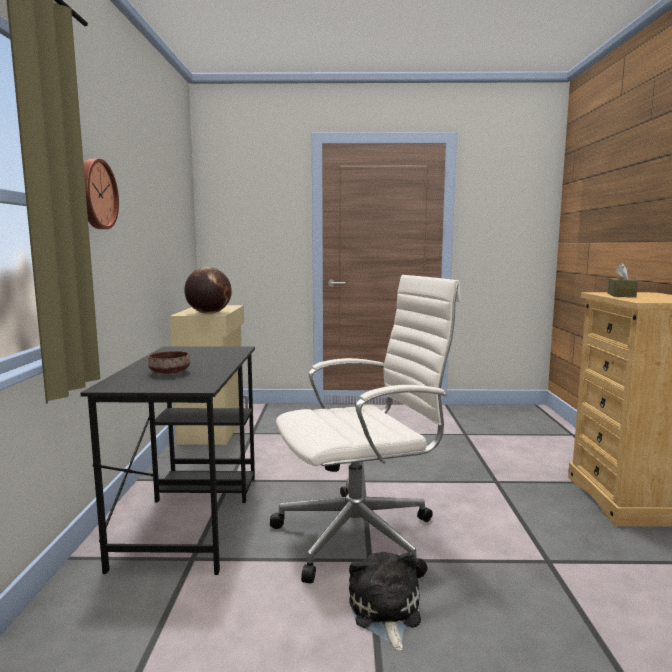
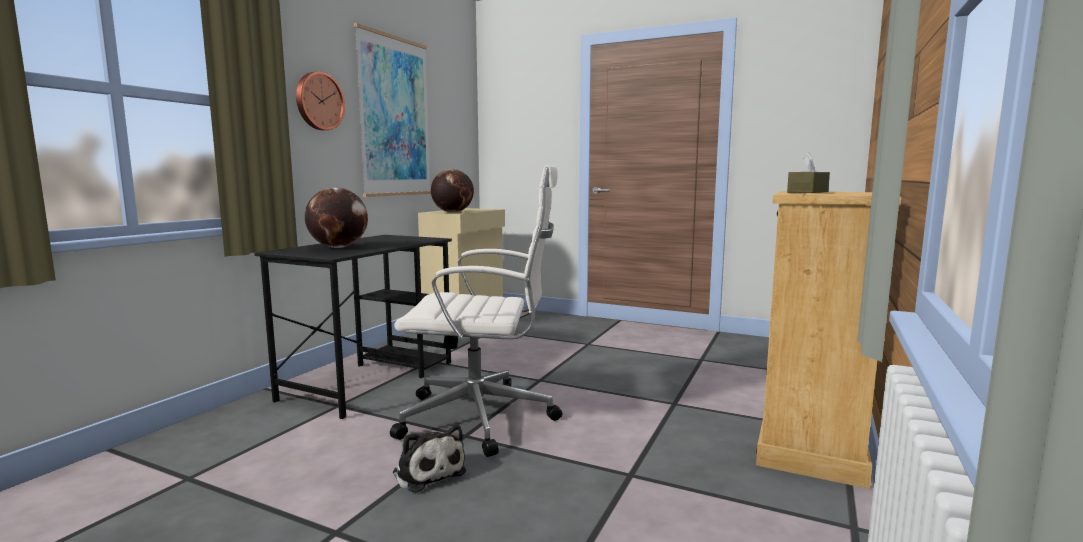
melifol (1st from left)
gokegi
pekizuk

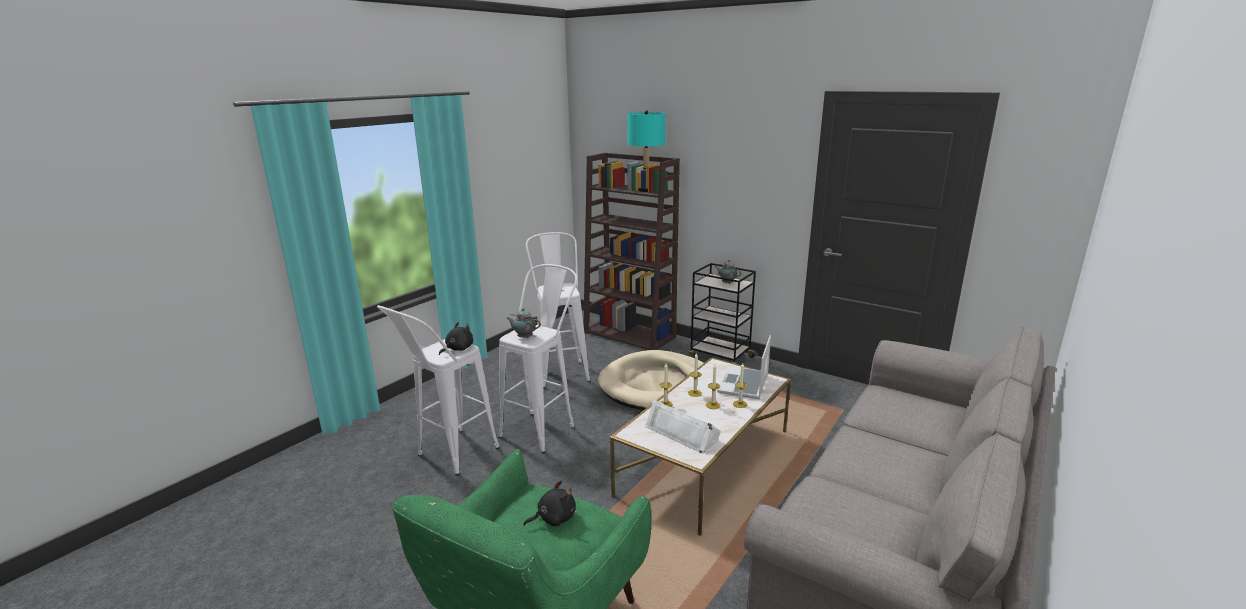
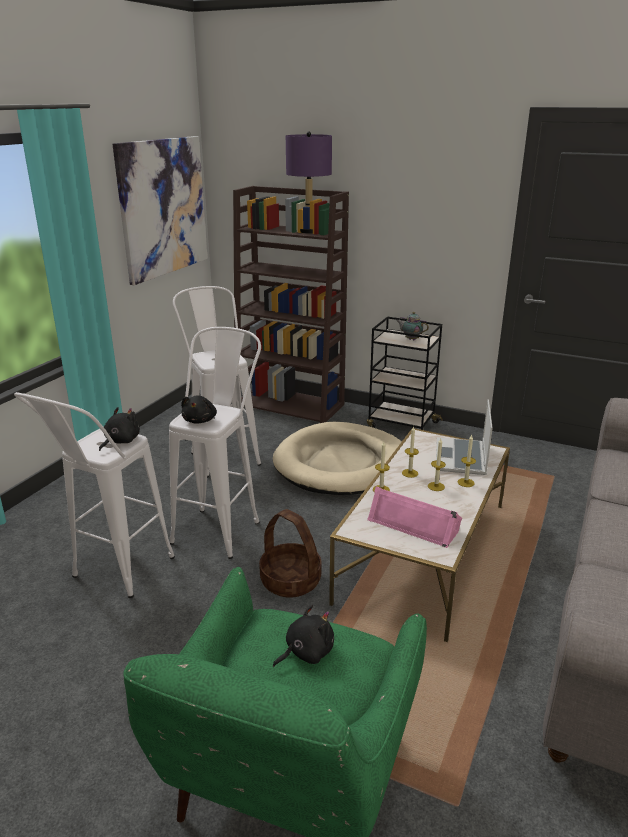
gokegi (black) (2nd from left)
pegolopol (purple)
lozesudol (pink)
pekizuk
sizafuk

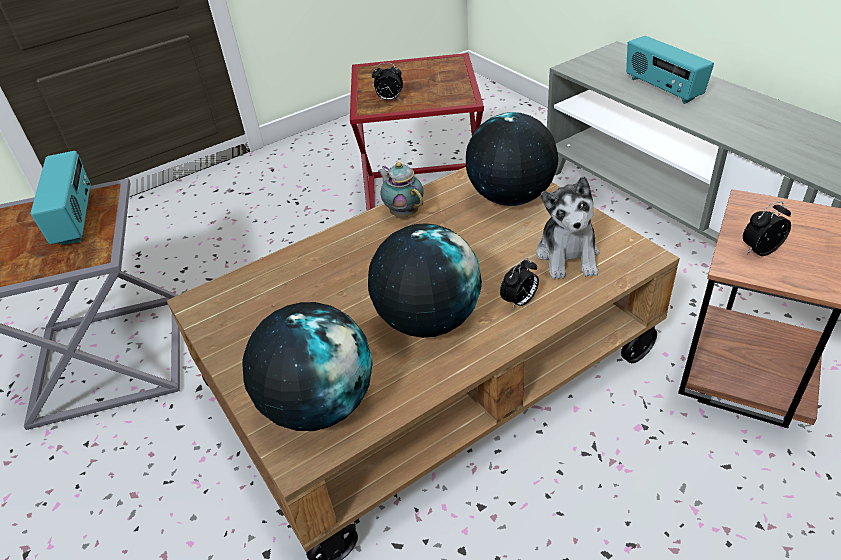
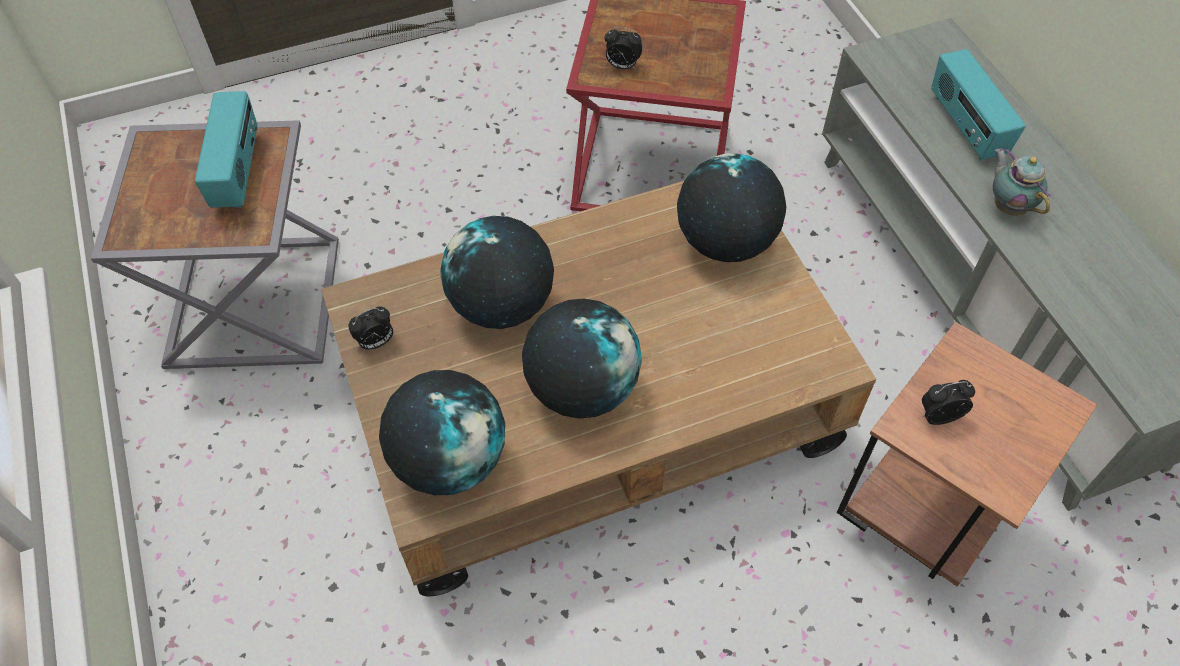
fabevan
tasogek (1st from left)
gokegi
melifol (2nd from left)

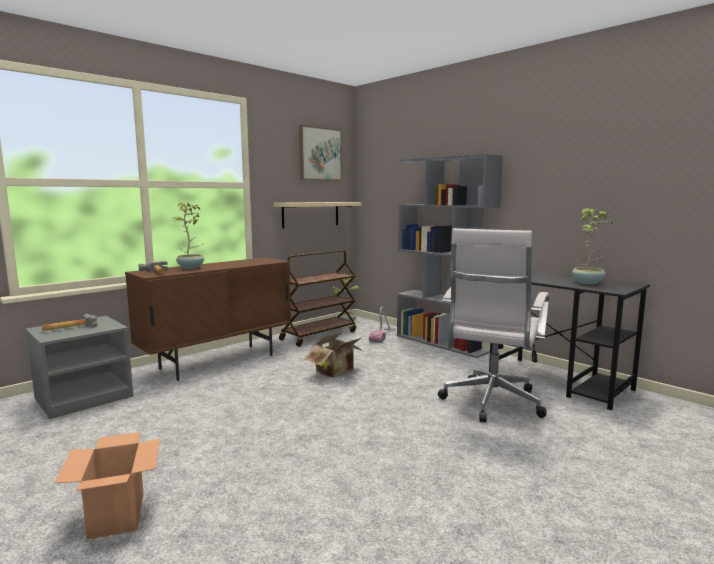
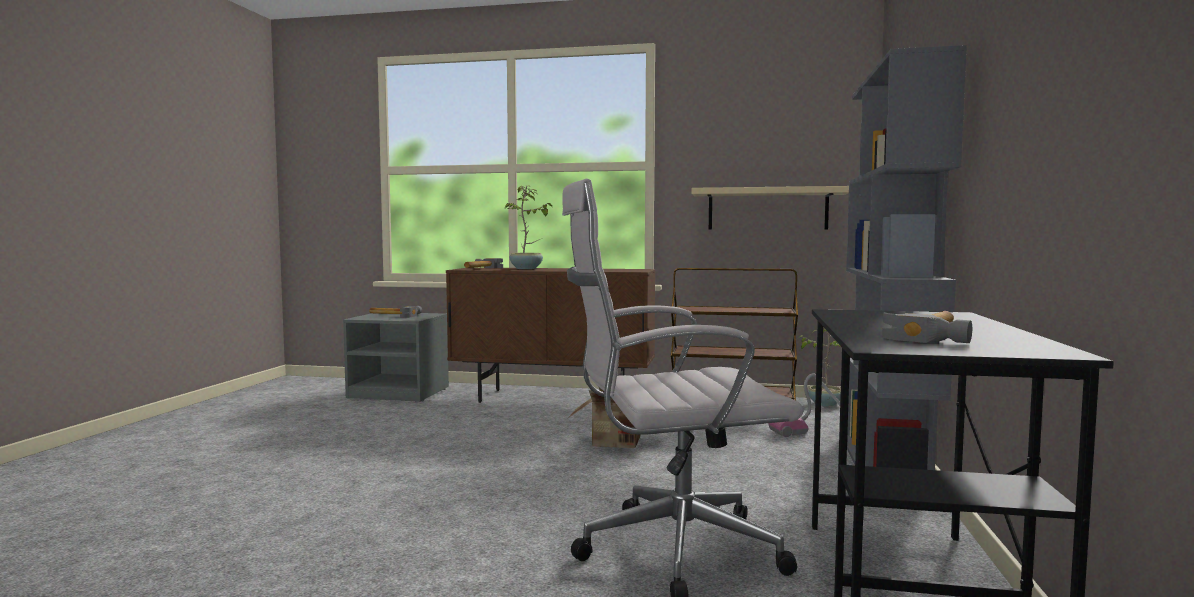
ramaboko (1st from left in the first image)
pekizuk
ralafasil (3rd from left)

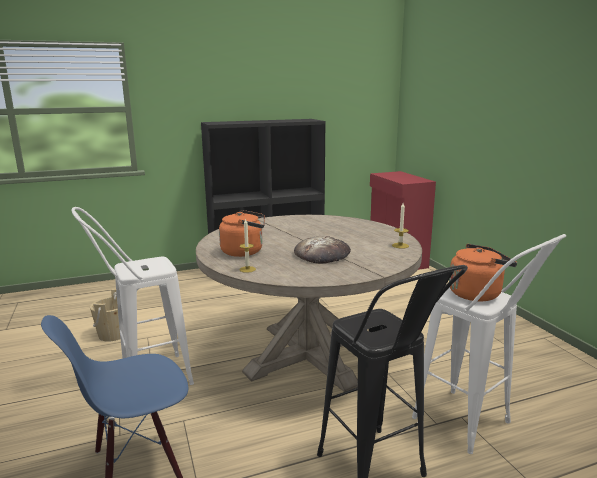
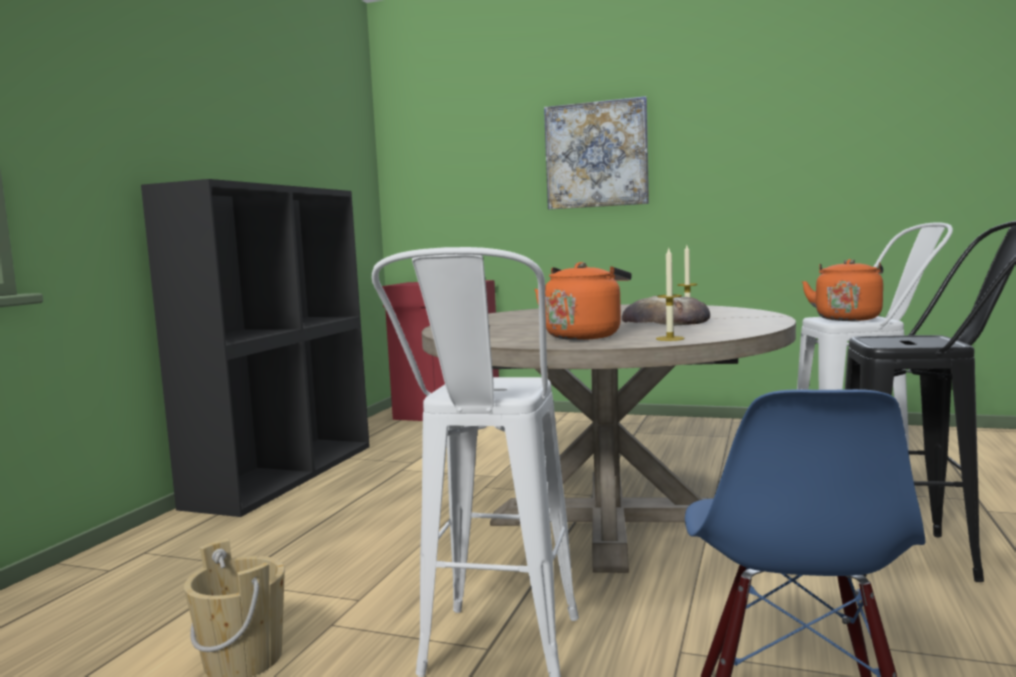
pekizuk

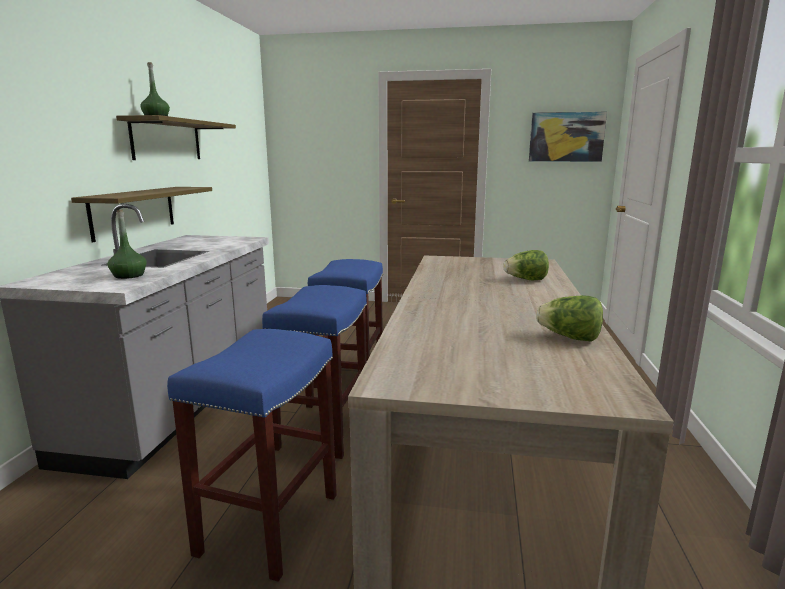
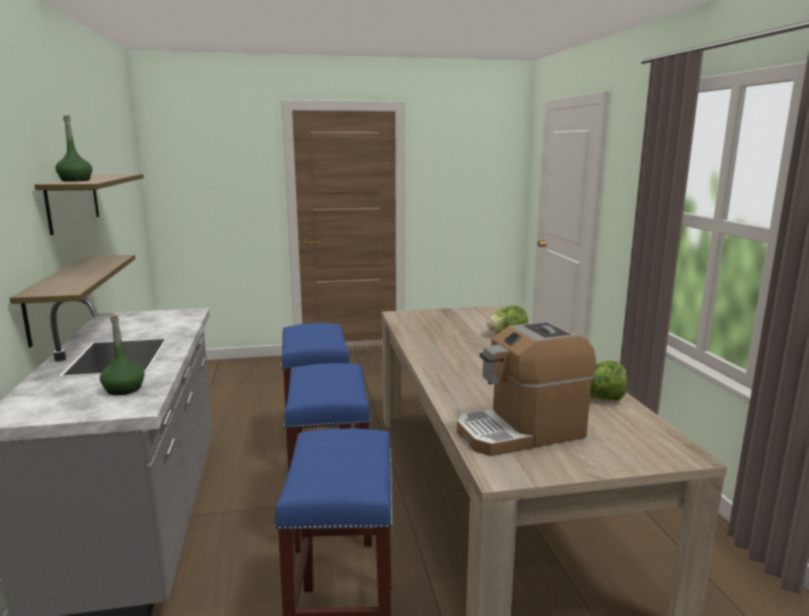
pekizuk
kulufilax

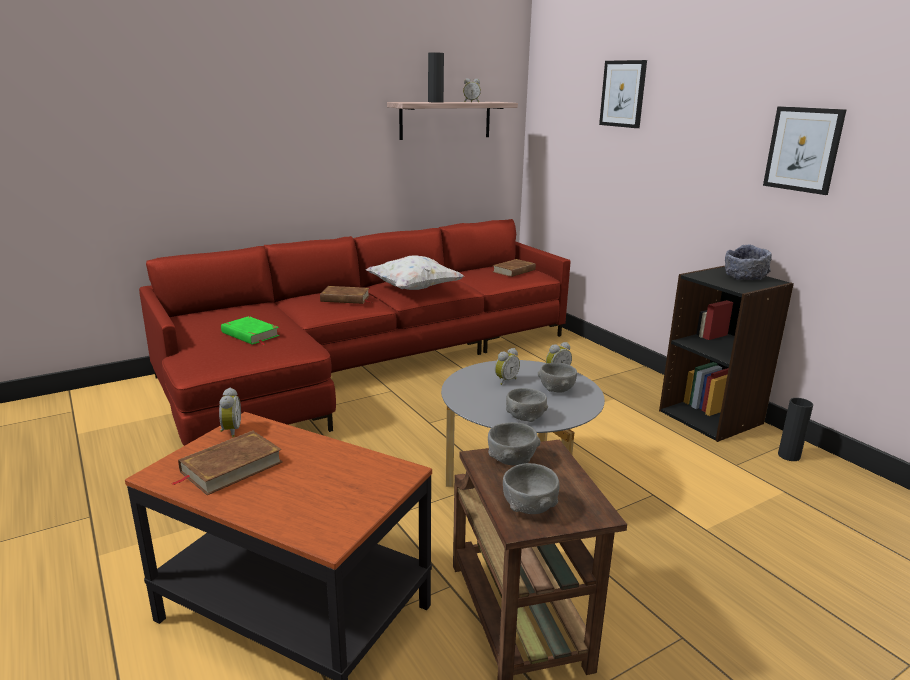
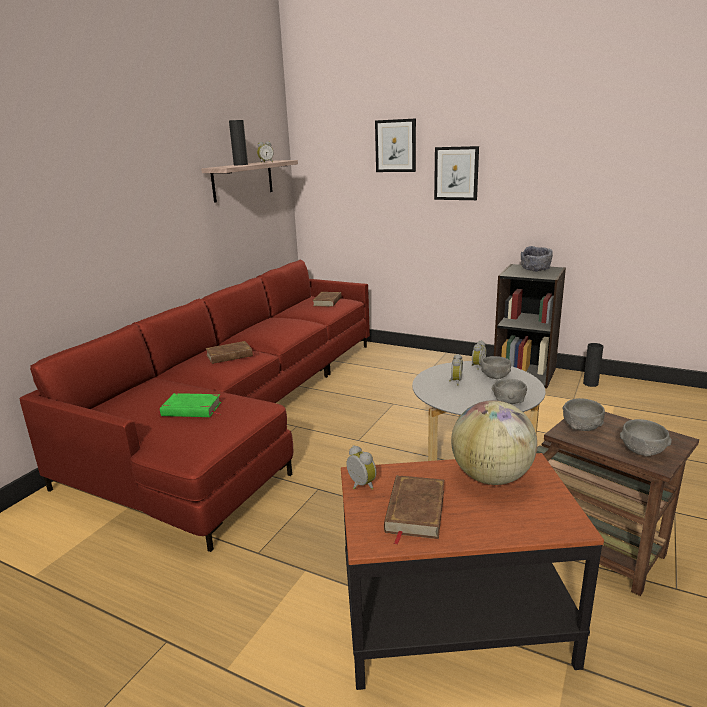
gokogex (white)
pekizuk (2nd from left)
melifol

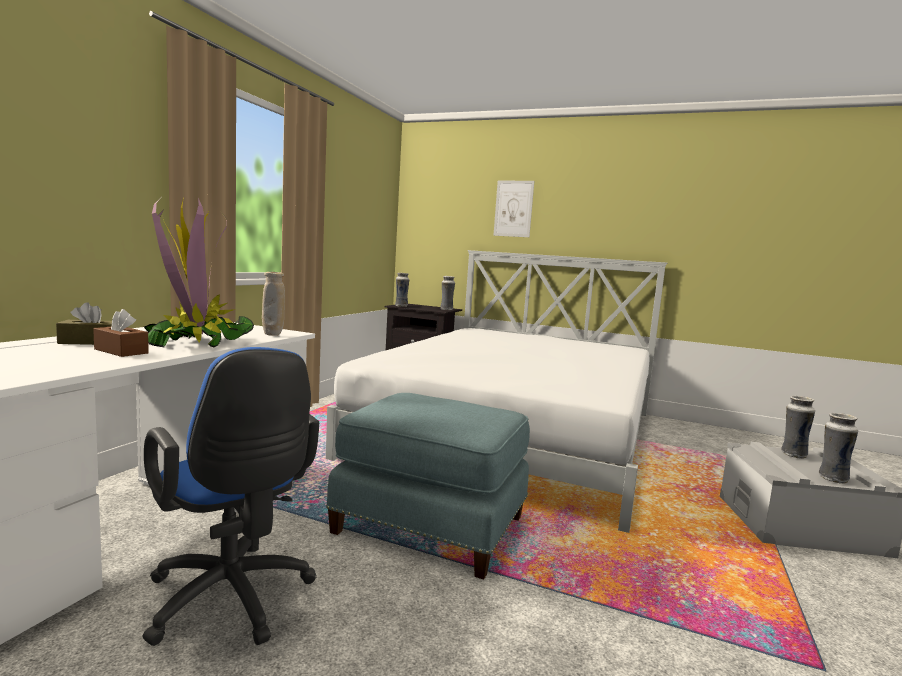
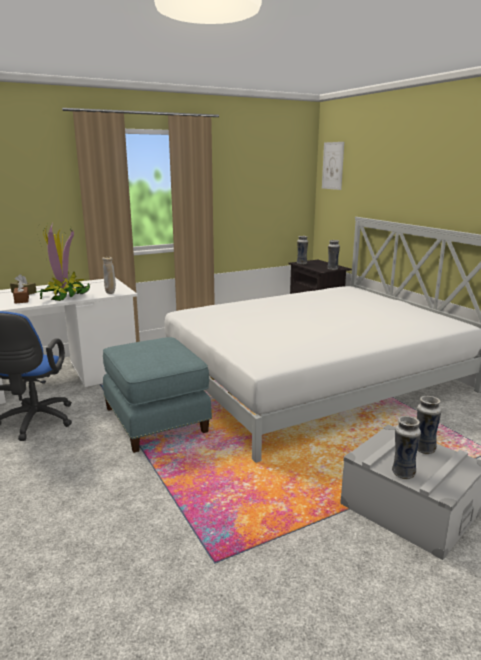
pekizuk

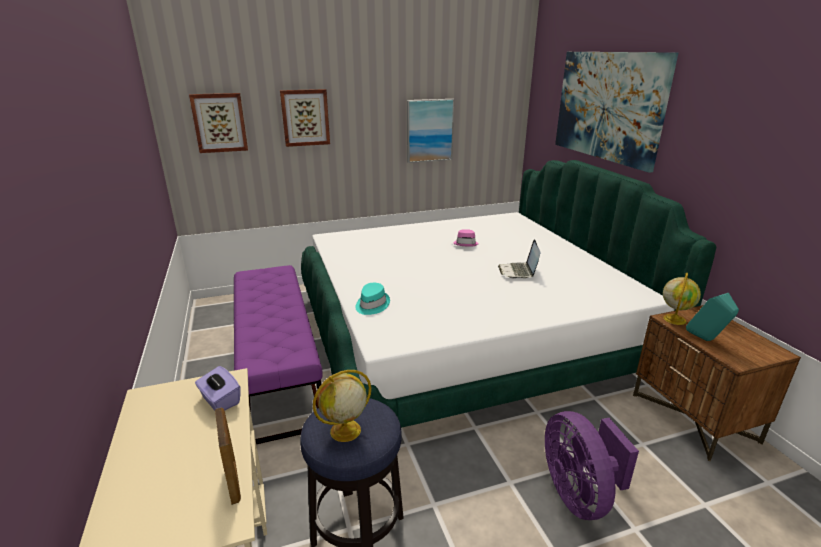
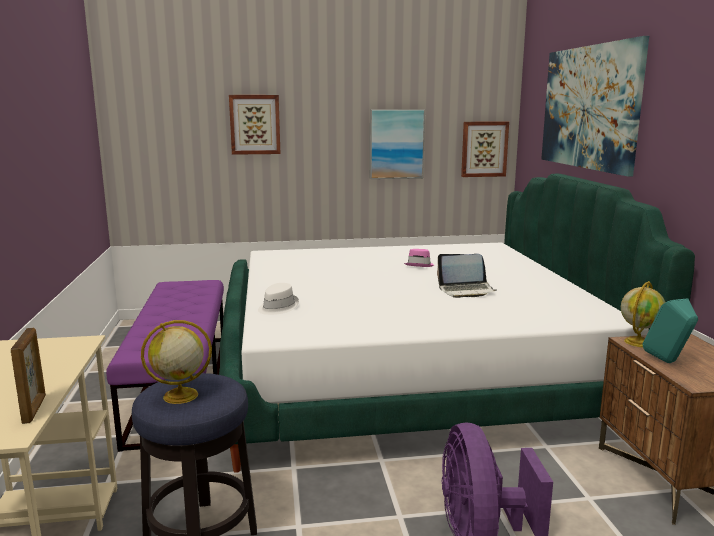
pekizuk (3rd from left)
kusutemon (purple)
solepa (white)
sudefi

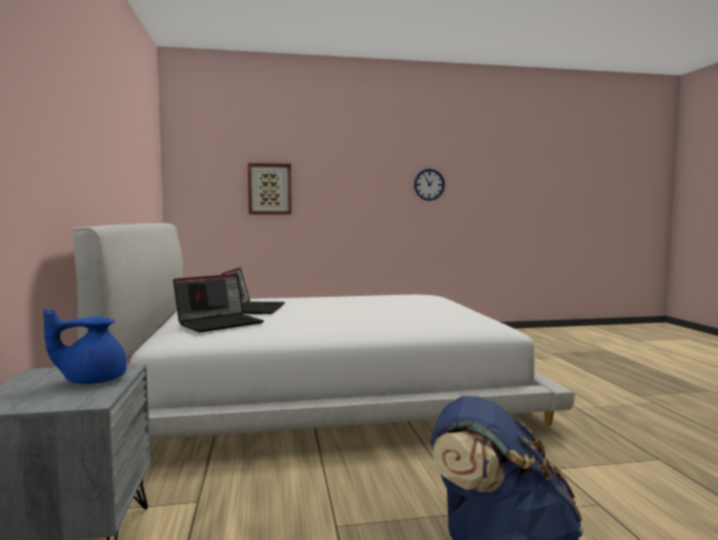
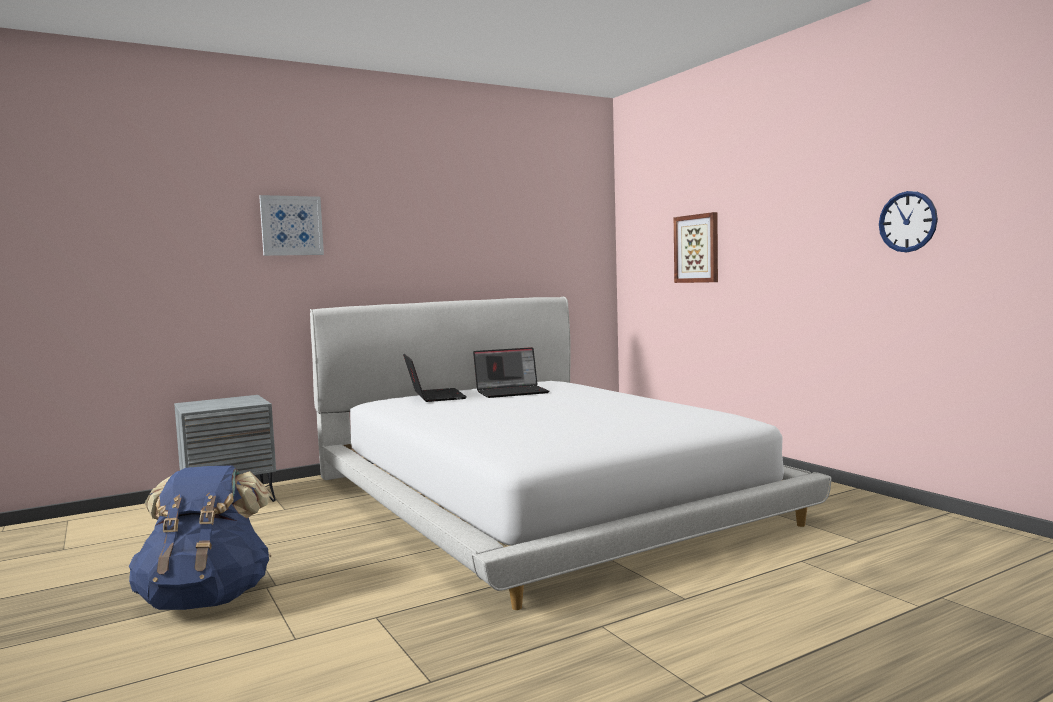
fabevan (blue)
sudefi (1st from left)
pekizuk (1st from left)

